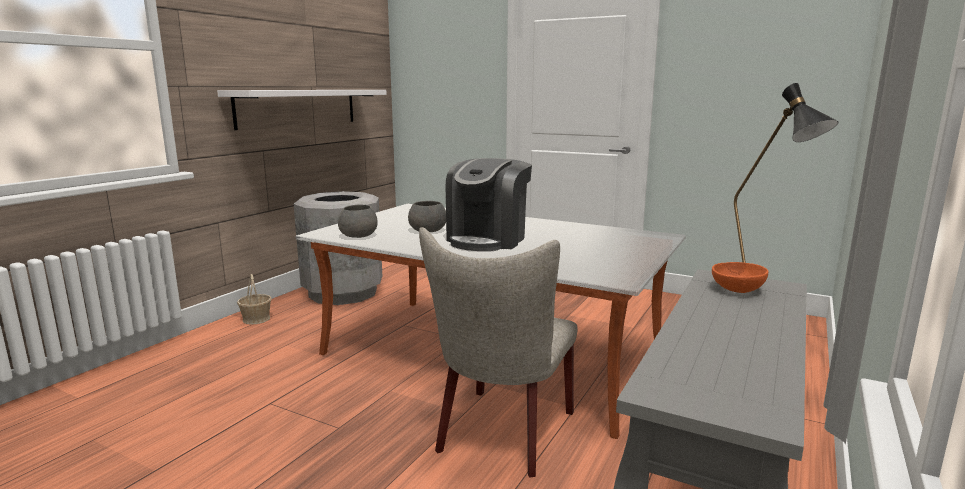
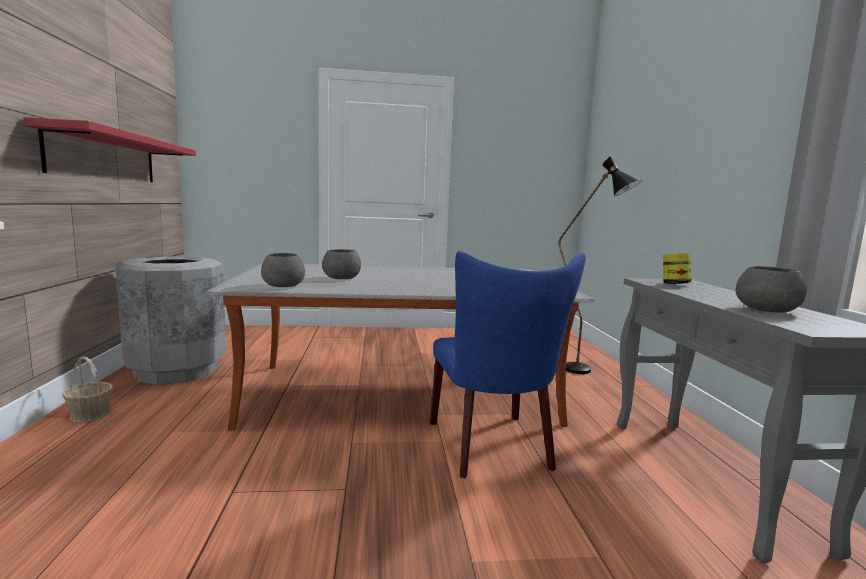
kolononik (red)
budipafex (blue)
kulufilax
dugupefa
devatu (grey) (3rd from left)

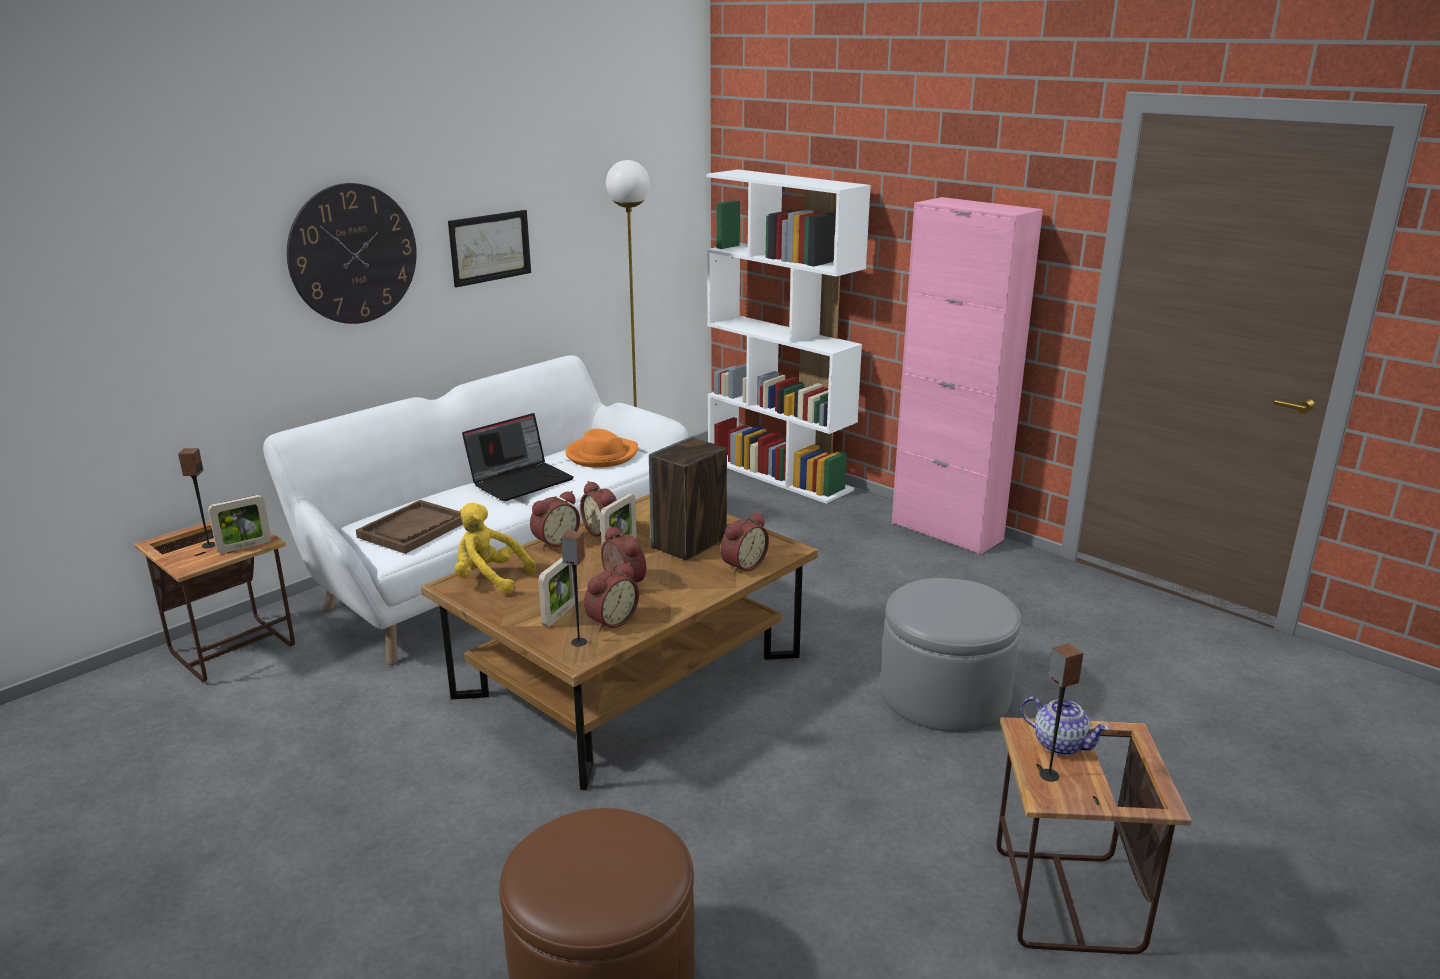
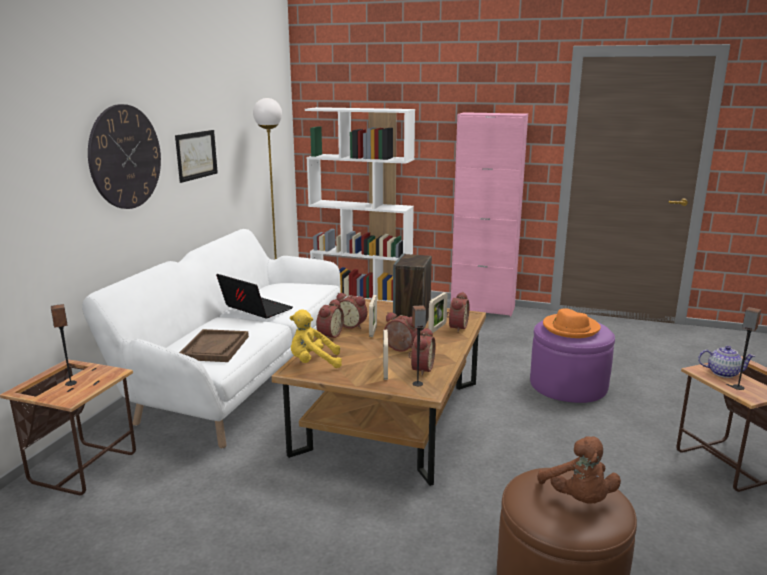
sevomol (3rd from left)
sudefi
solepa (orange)
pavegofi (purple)
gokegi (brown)

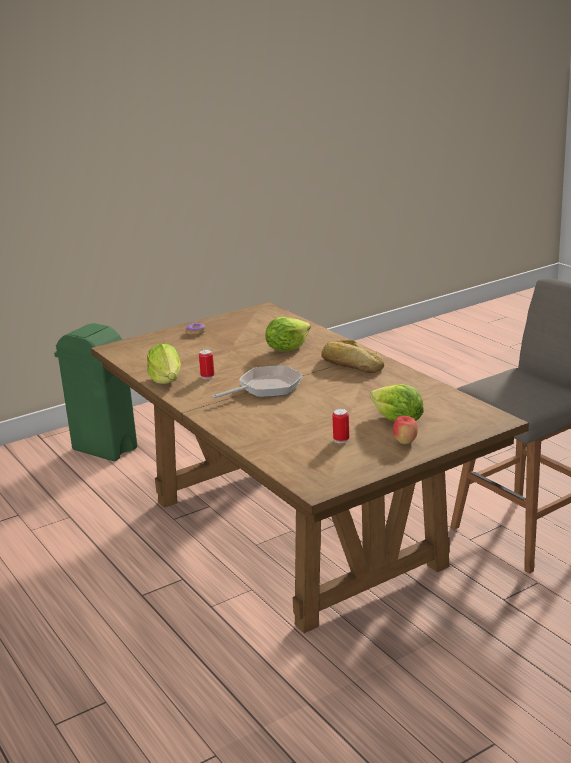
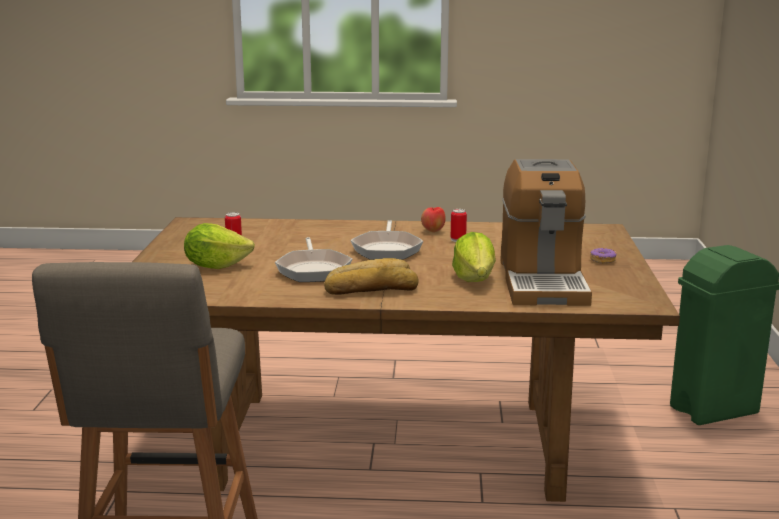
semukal (1st from left in the first image)
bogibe
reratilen (1st from left)
kulufilax

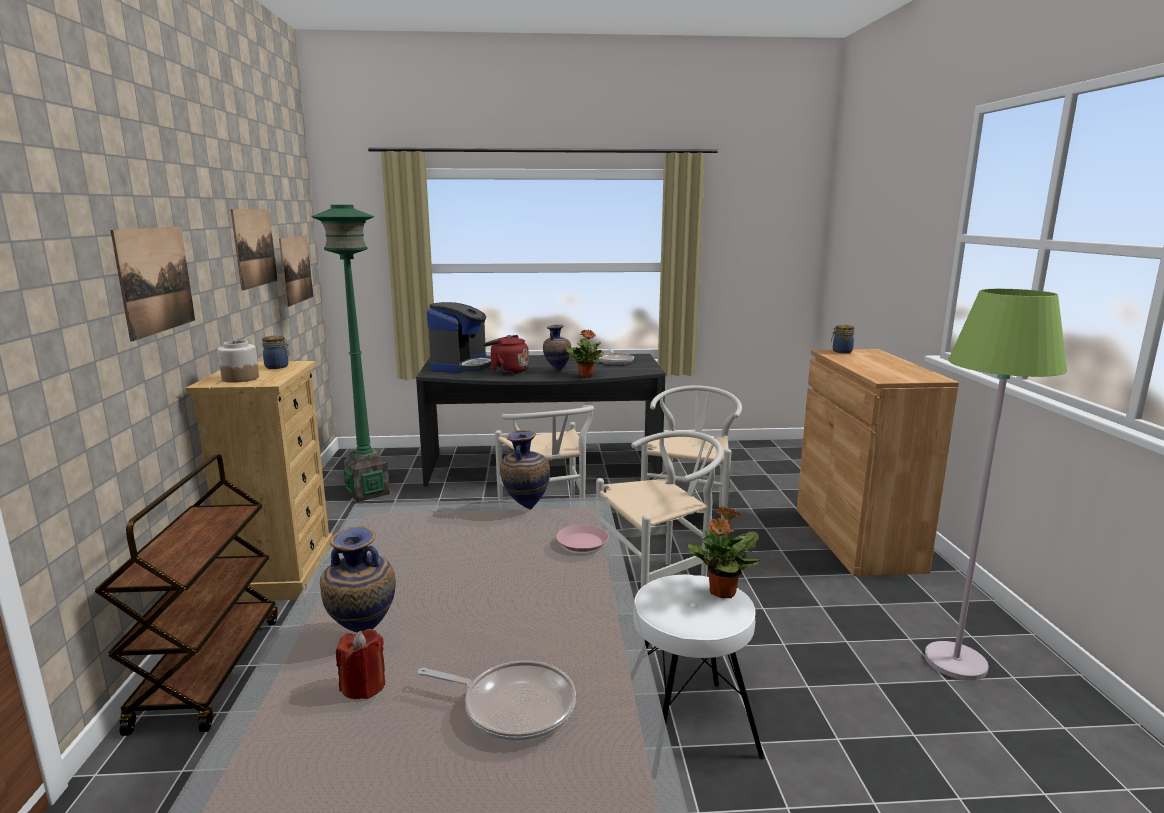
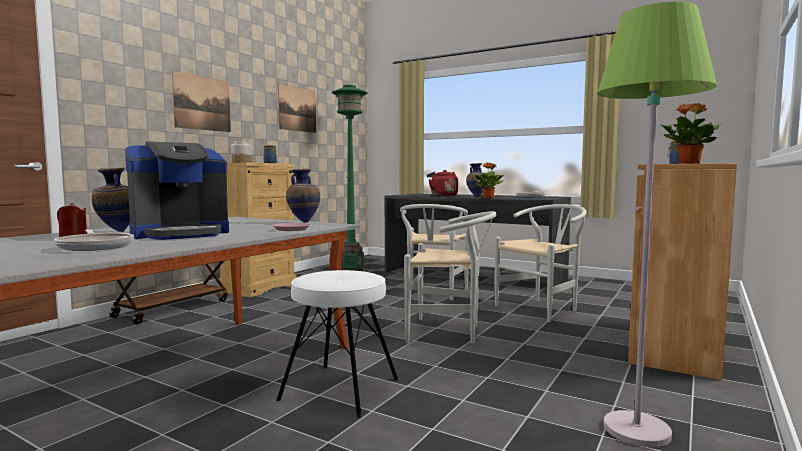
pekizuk (3rd from left in the first image)
kulufilax
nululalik (2nd from left)

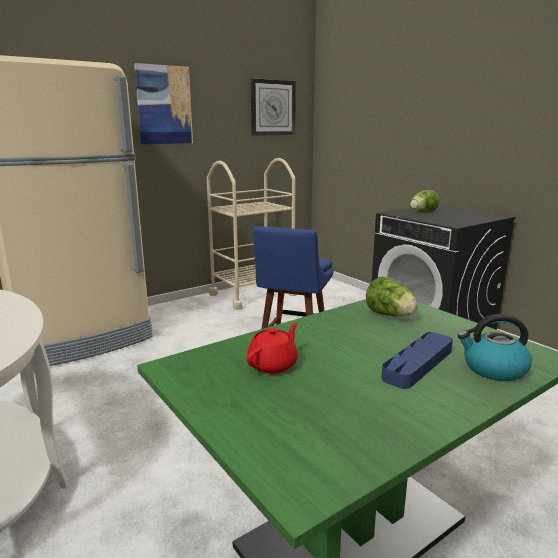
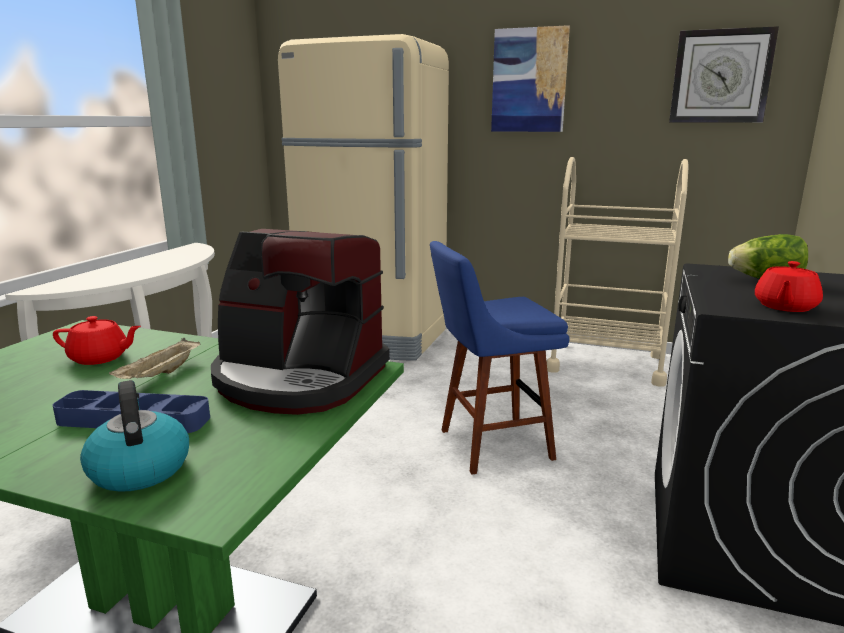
kulufilax
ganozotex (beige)
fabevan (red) (2nd from left)

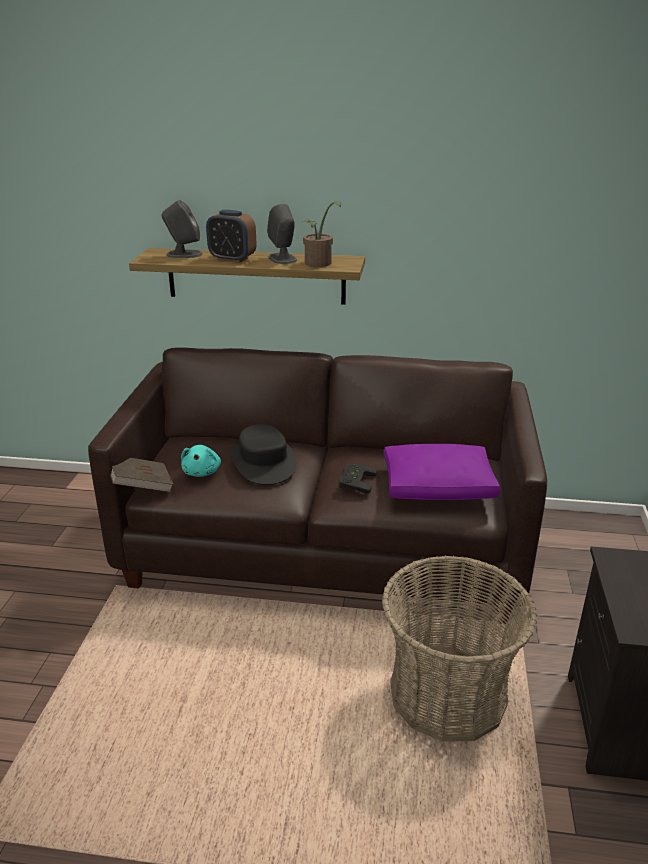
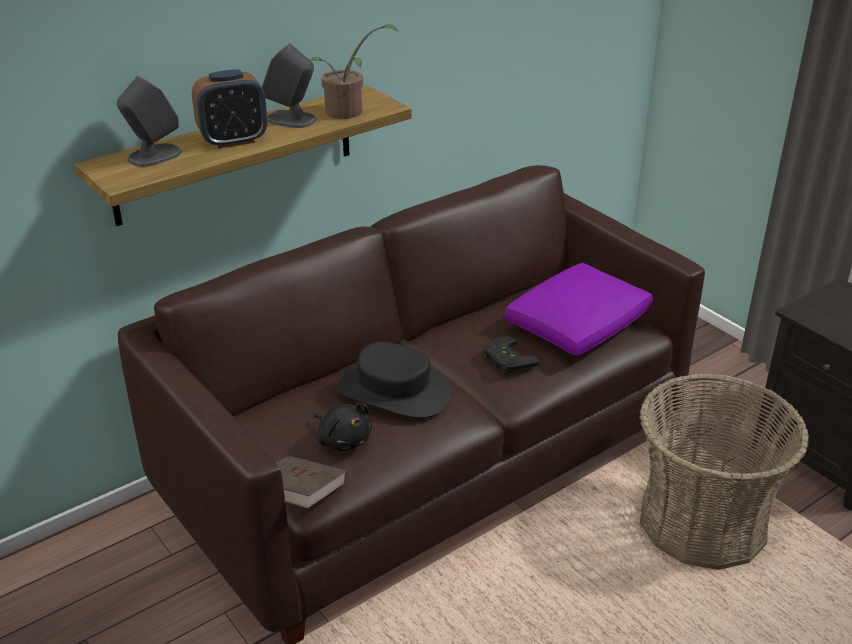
gokegi (black)

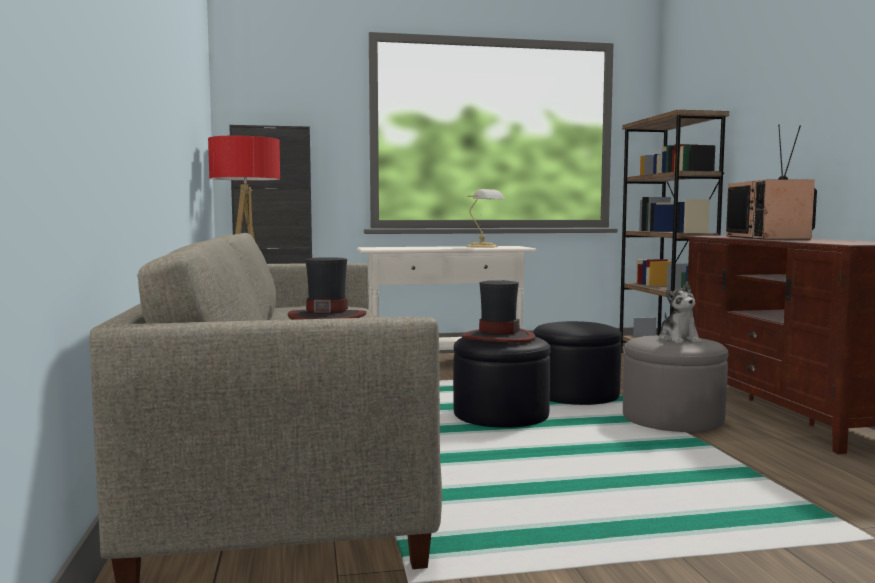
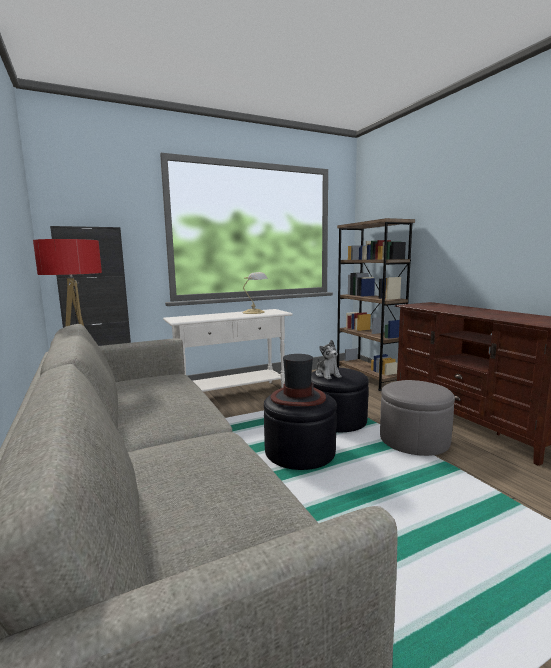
solepa (1st from left in the first image)
gokegi
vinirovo

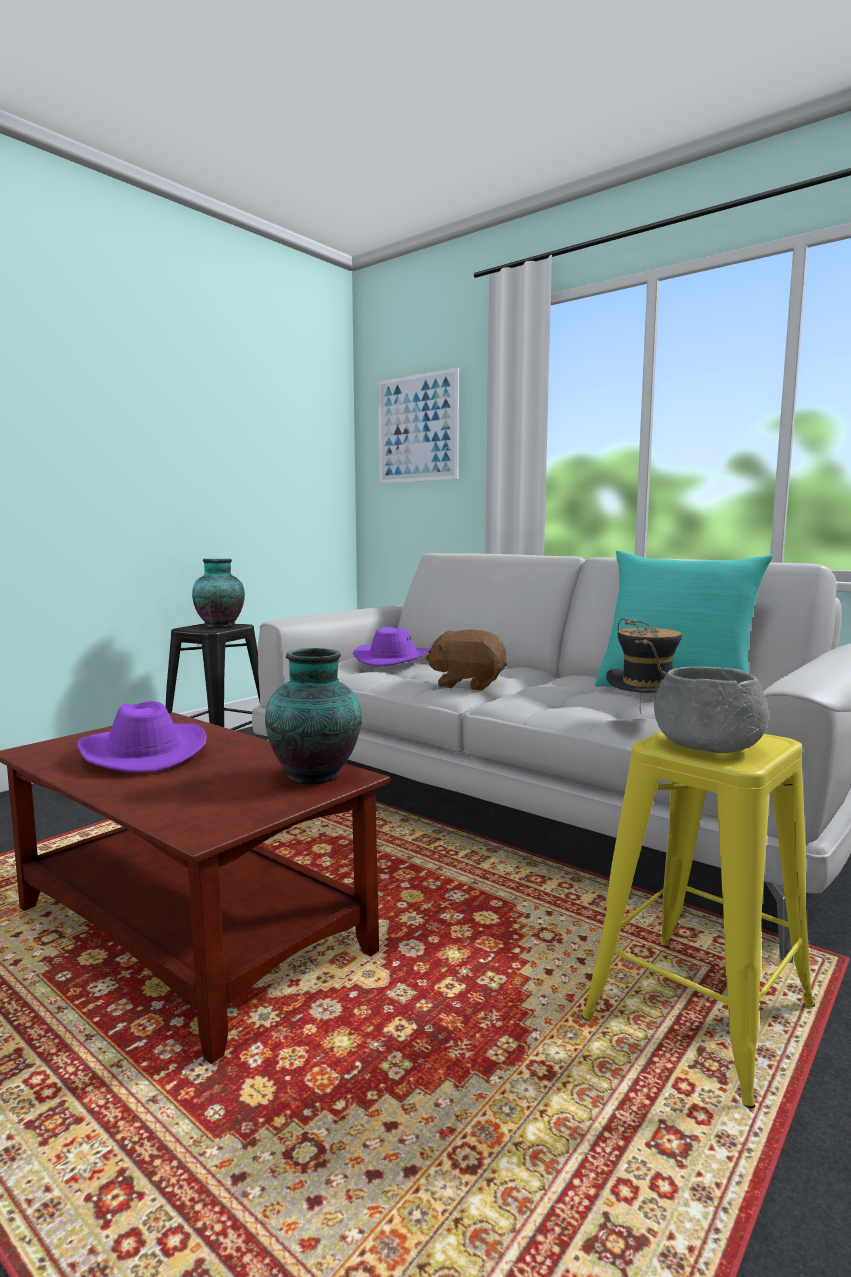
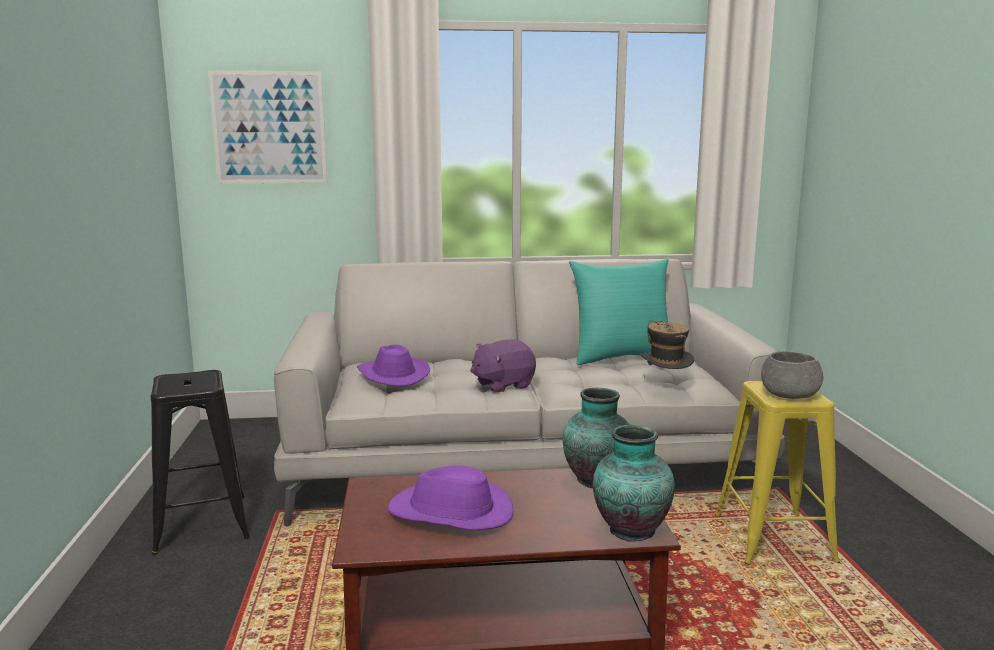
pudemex (2nd from left)
gokegi (purple)

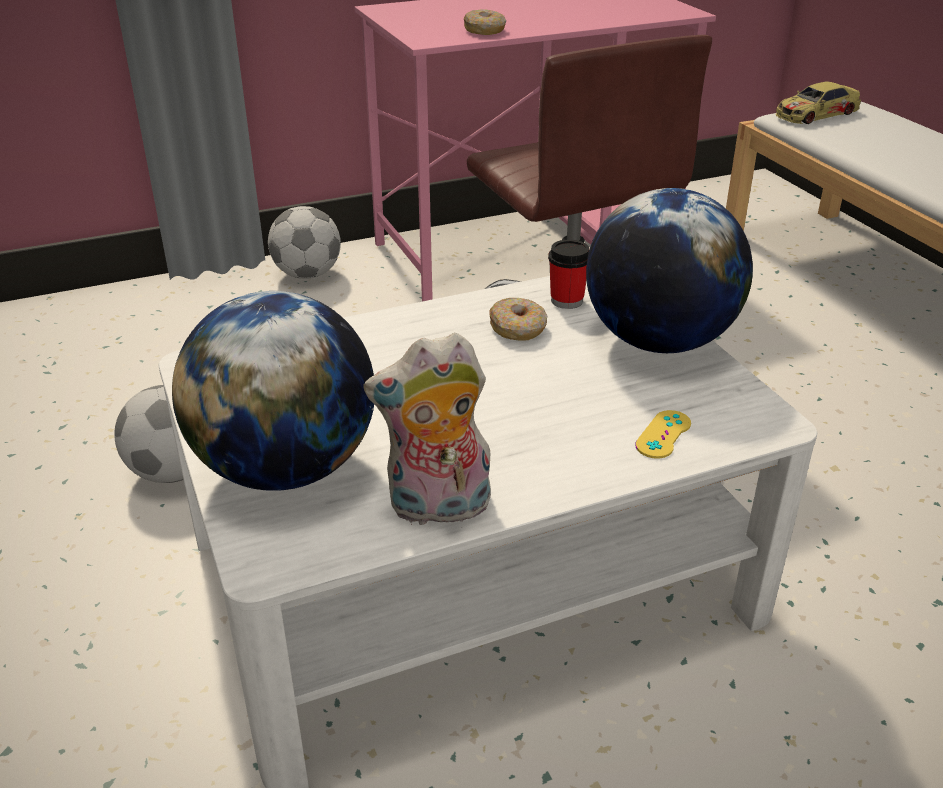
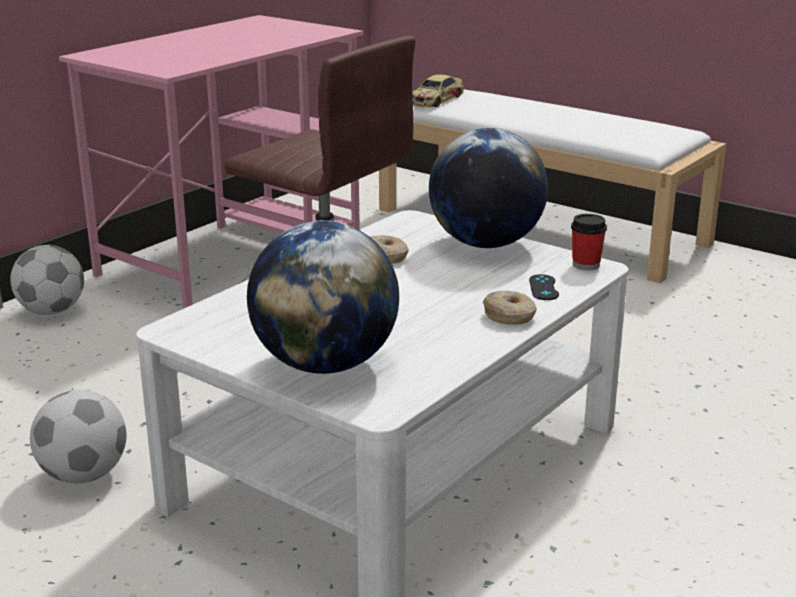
gokegi
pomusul (2nd from left)
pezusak
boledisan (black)

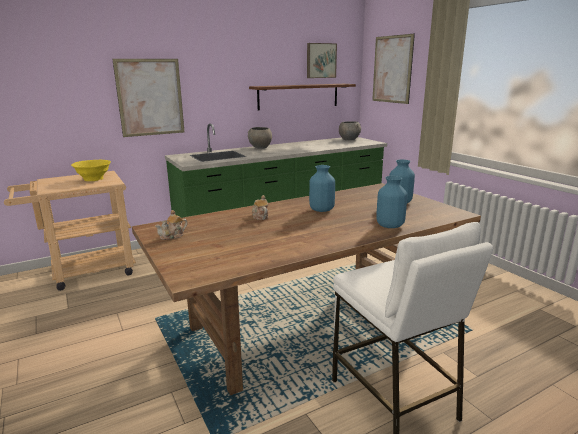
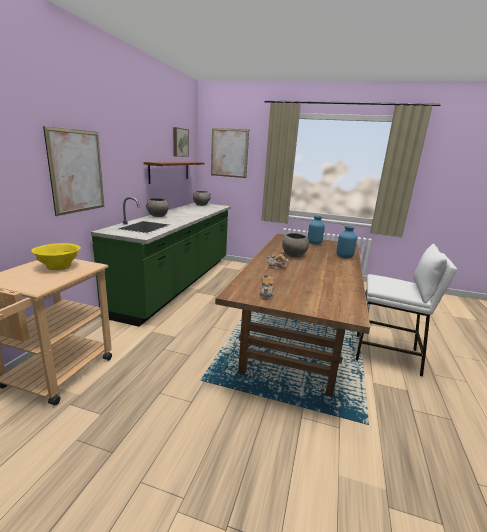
devatu (grey) (3rd from left)

